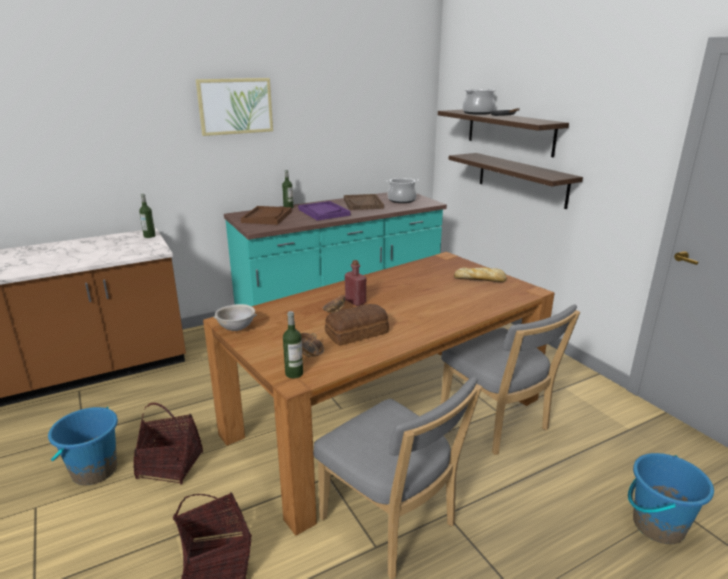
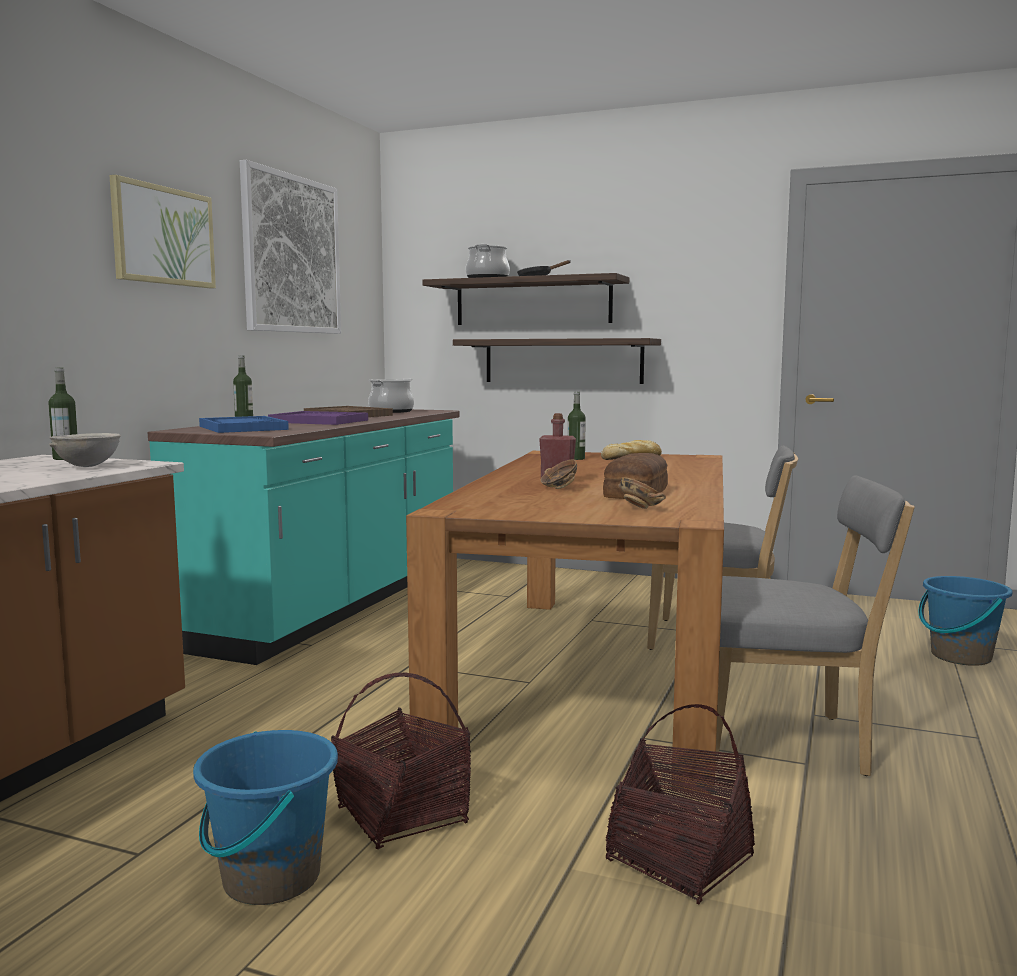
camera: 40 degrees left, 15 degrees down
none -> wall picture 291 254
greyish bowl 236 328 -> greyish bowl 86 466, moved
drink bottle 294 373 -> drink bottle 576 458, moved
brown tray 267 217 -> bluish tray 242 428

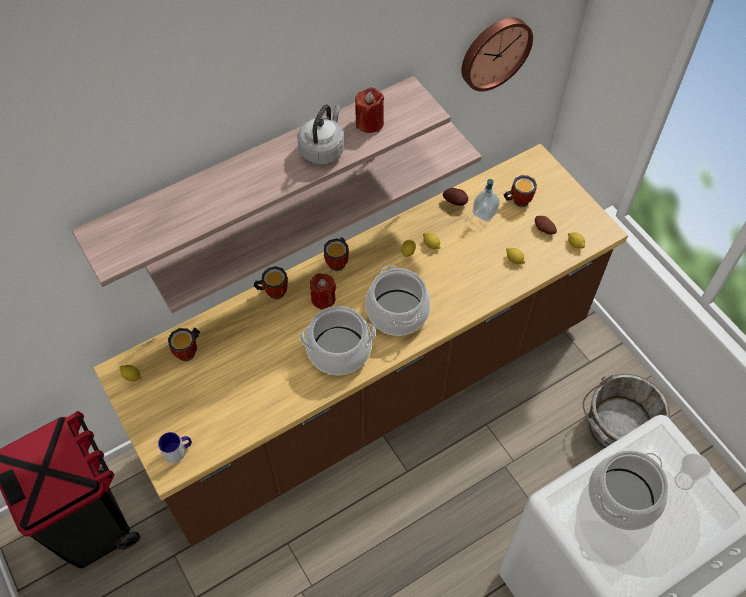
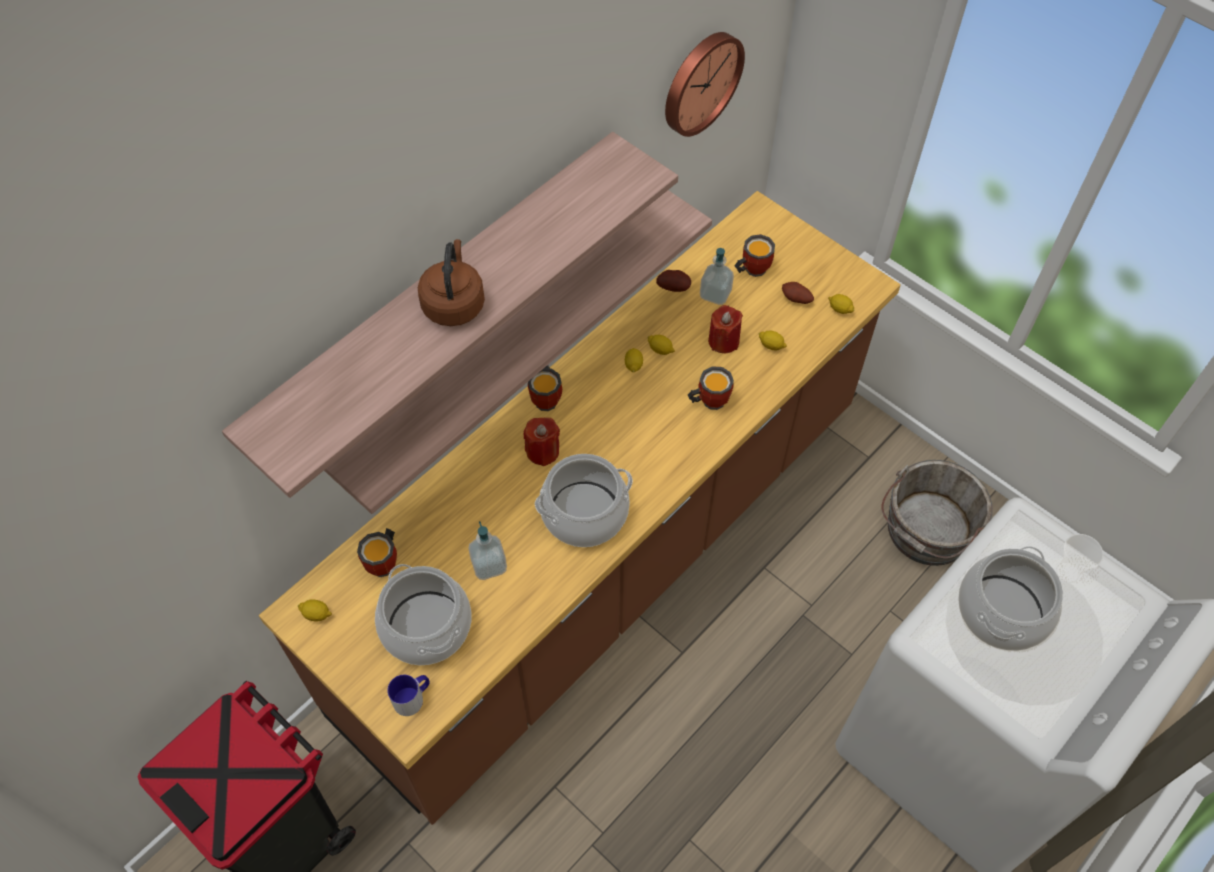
camera: 15 degrees left, 0 degrees up
greyish water kettle 323 149 -> none
none -> brown water kettle 454 303
none -> liquid soap bottle 489 565
tea mug 273 291 -> tea mug 708 400, moved
red wax candle 369 123 -> red wax candle 723 341, moved
saucepot 398 312 -> saucepot 427 626, moved

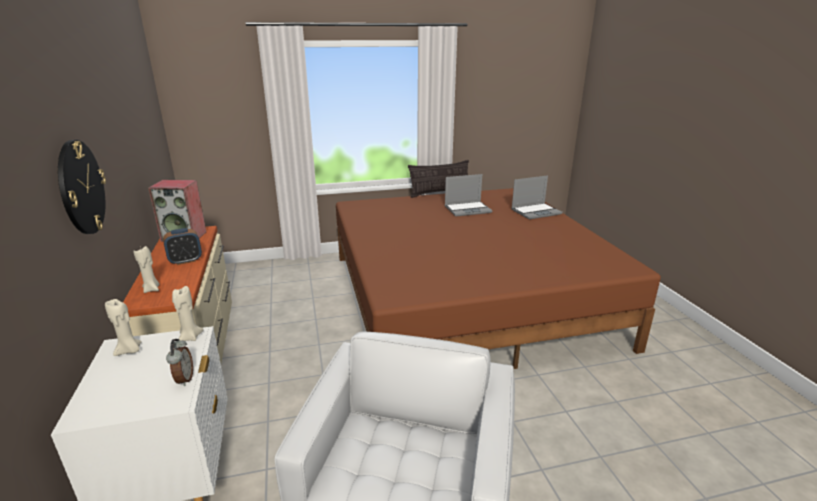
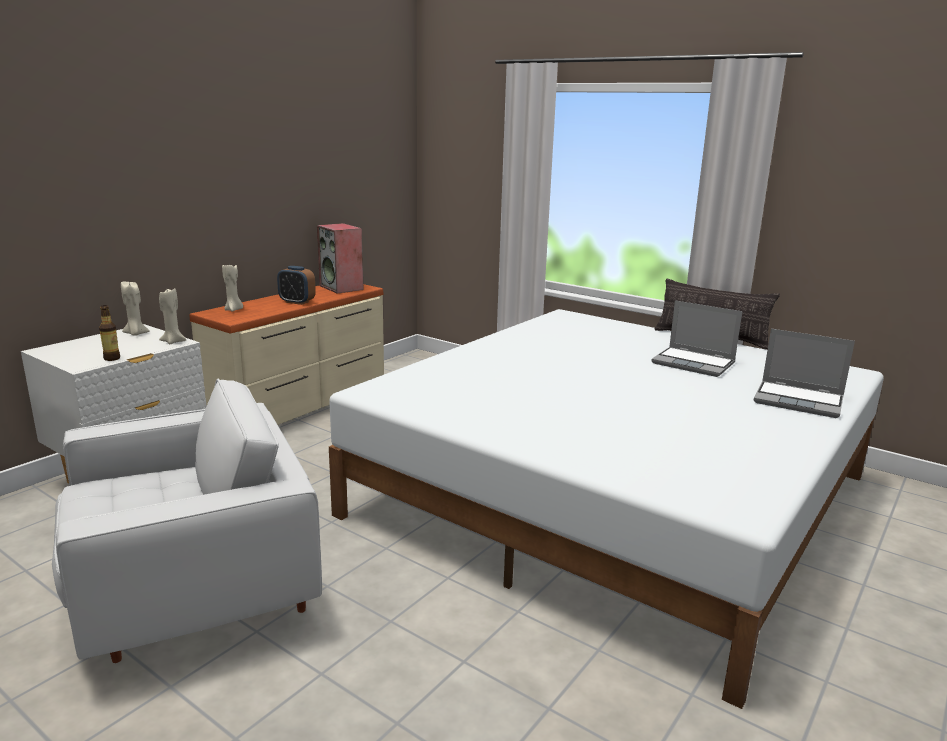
camera: 50 degrees right, 5 degrees down
wall clock 81 187 -> none
bedside clock 184 379 -> drink bottle 112 358
brown bed 466 298 -> white-coloured bed 614 496

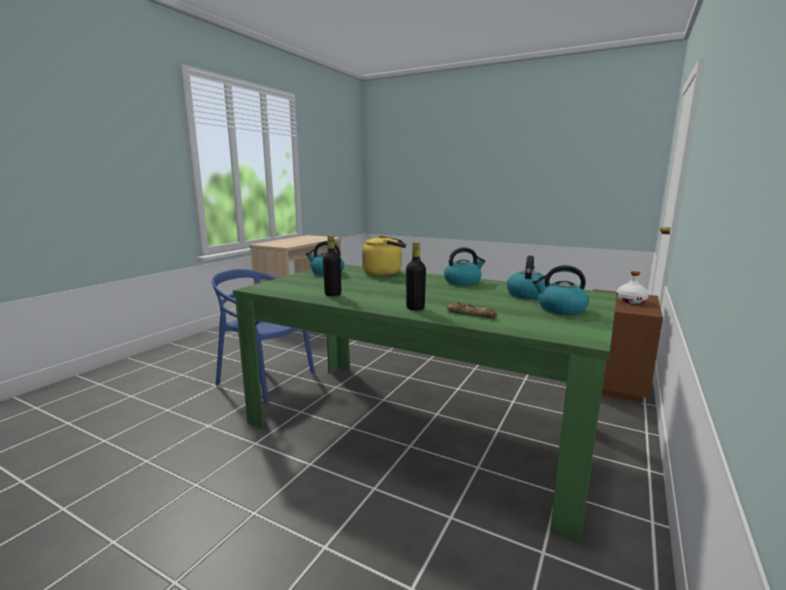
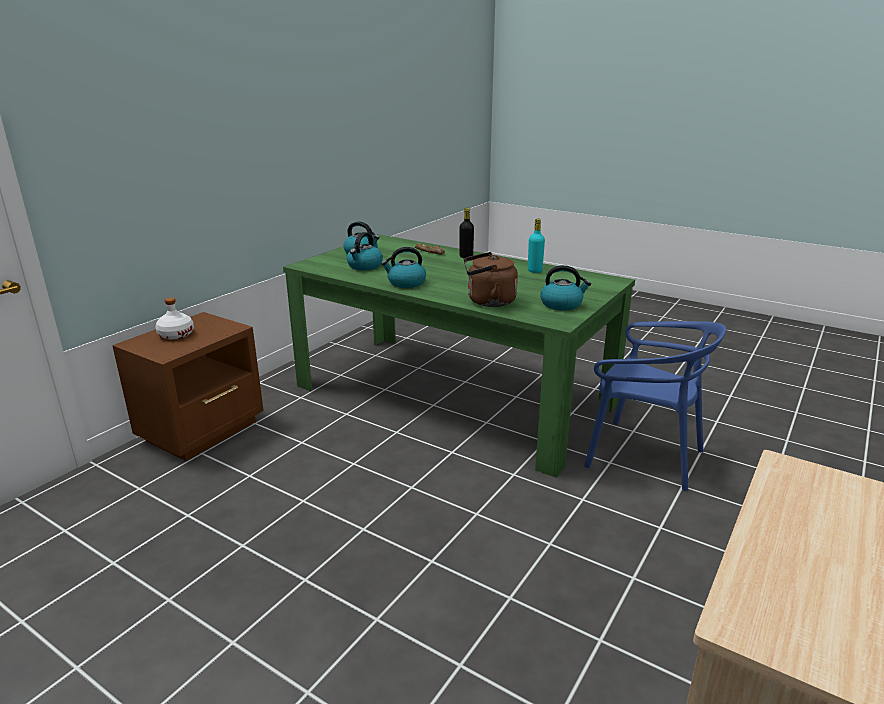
camera: 175 degrees left, 10 degrees up
black drink bottle 333 294 -> turquoise drink bottle 534 271
yellow-coloured water kettle 384 273 -> brown water kettle 488 301

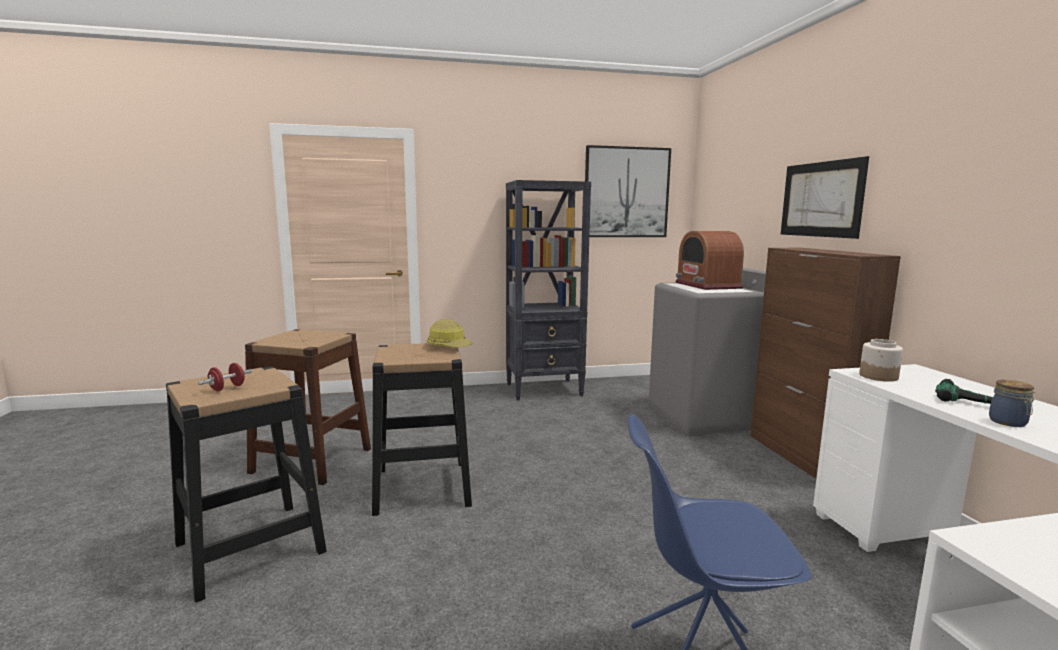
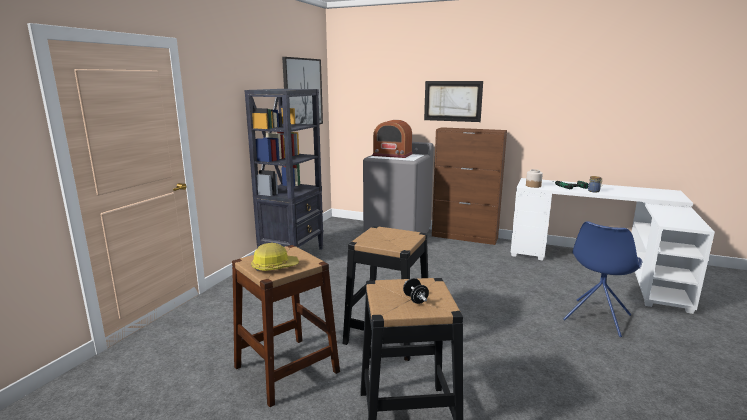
camera: 55 degrees left, 5 degrees up
work helmet 449 346 -> work helmet 274 267, moved
red free weight 227 388 -> black free weight 415 299

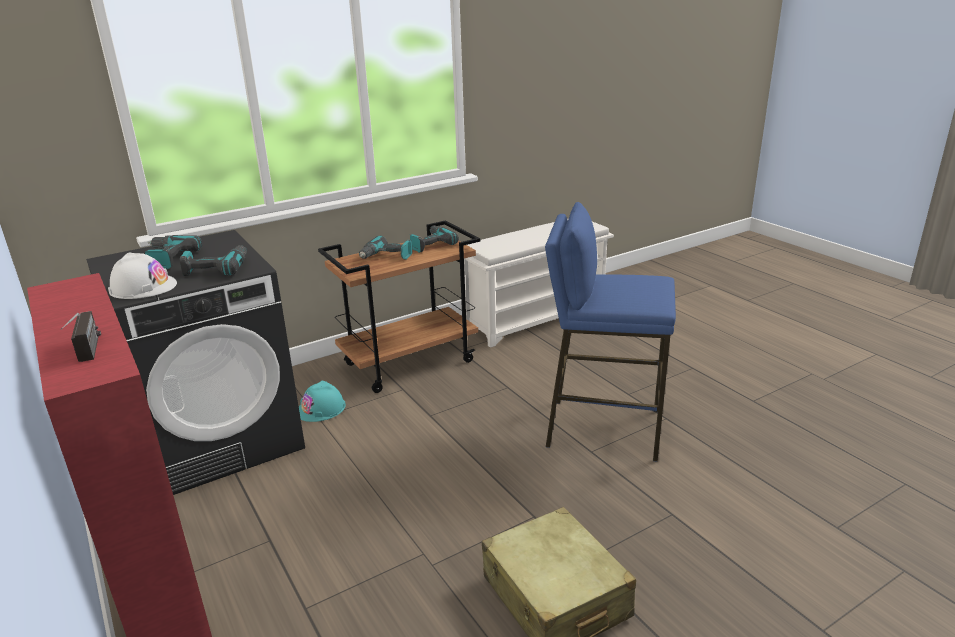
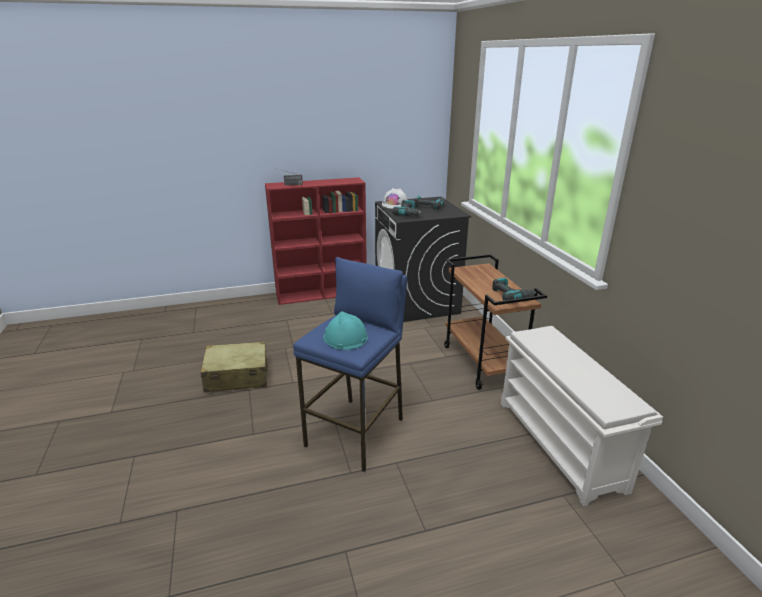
camera: 105 degrees right, 0 degrees up
power drill 386 257 -> none
turquoise work helmet 321 408 -> turquoise work helmet 345 337, moved

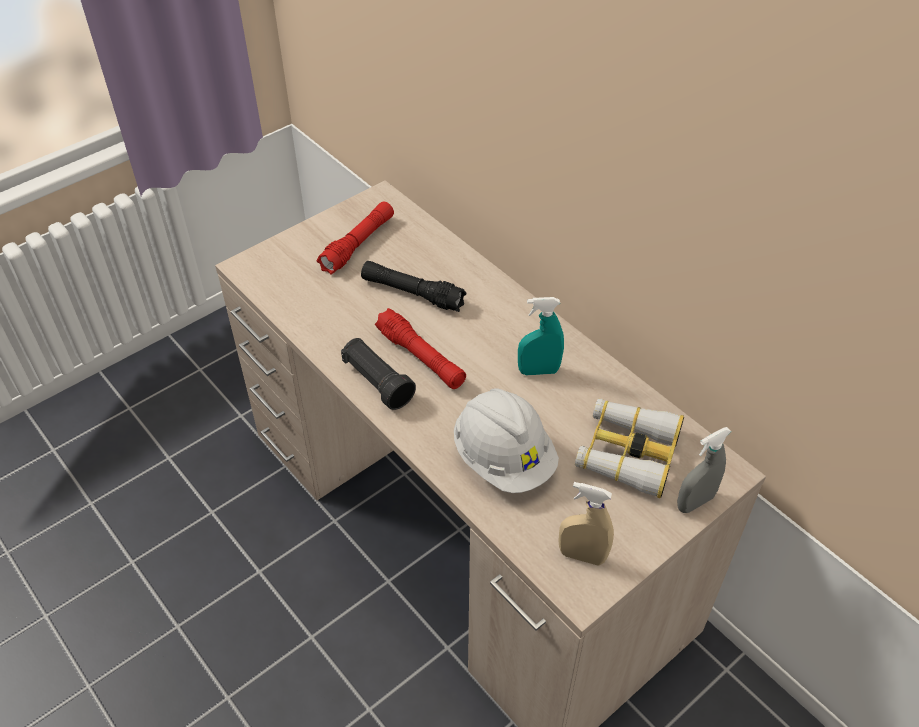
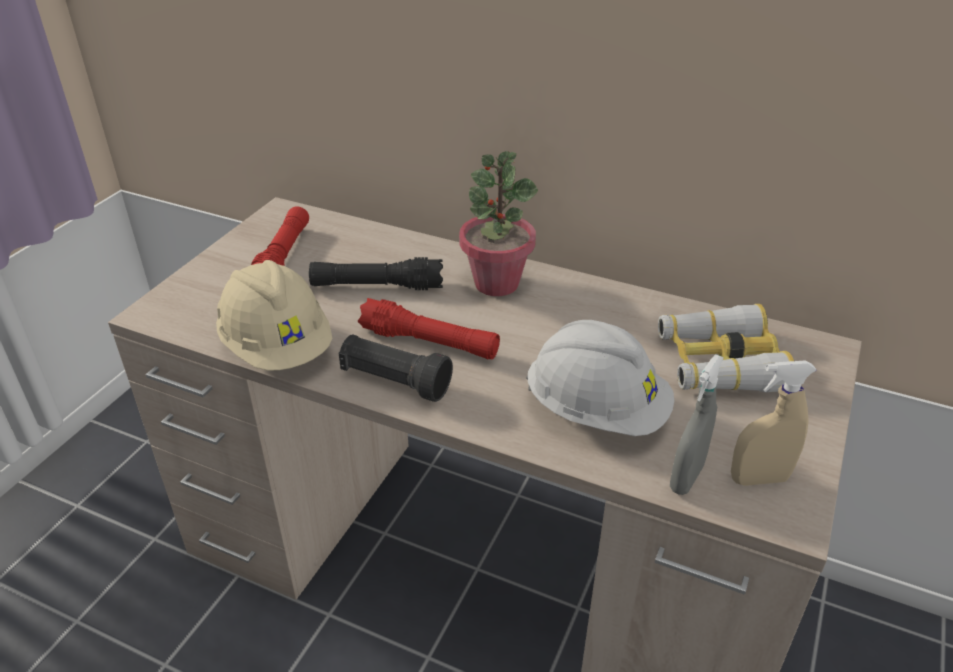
camera: 25 degrees left, 10 degrees down
turquoise sprayer 538 371 -> none
none -> sand-coloured work helmet 278 347
none -> houseplant 496 283
greyish sprayer 695 502 -> greyish sprayer 686 478, moved

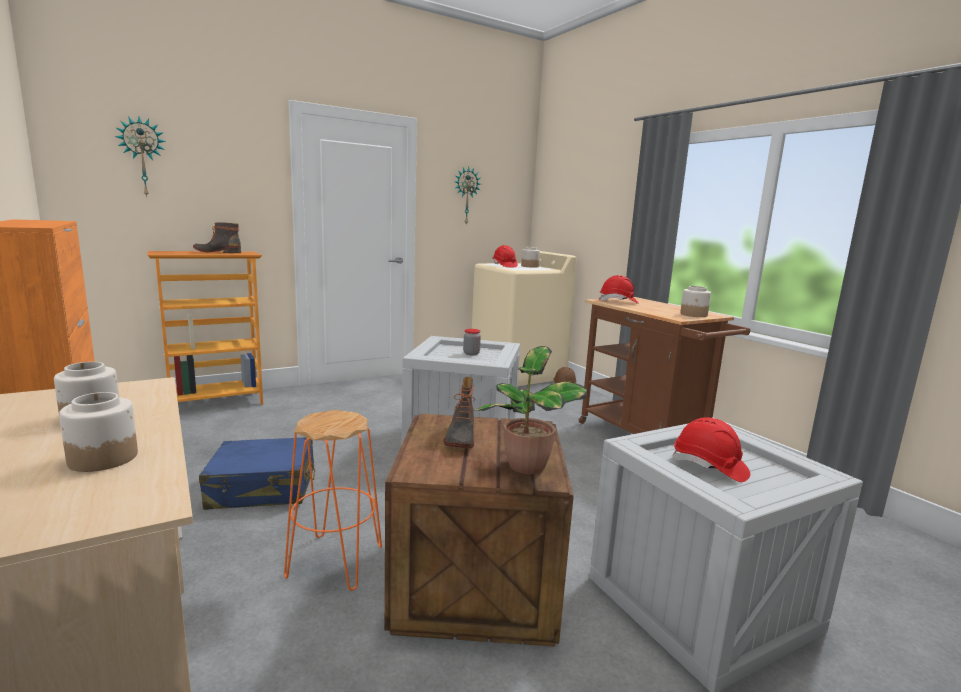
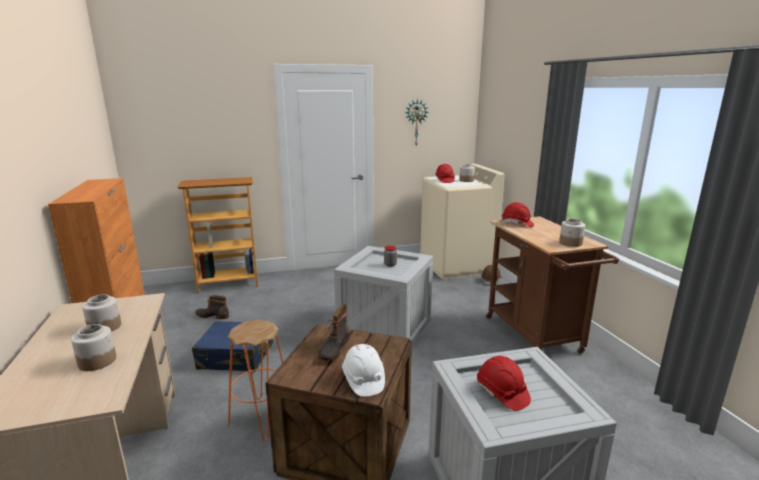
camera: 15 degrees right, 5 degrees up
wall clock 142 157 -> none
boot 218 252 -> boot 213 315, moved
houseplant 526 467 -> white-coloured work helmet 363 380

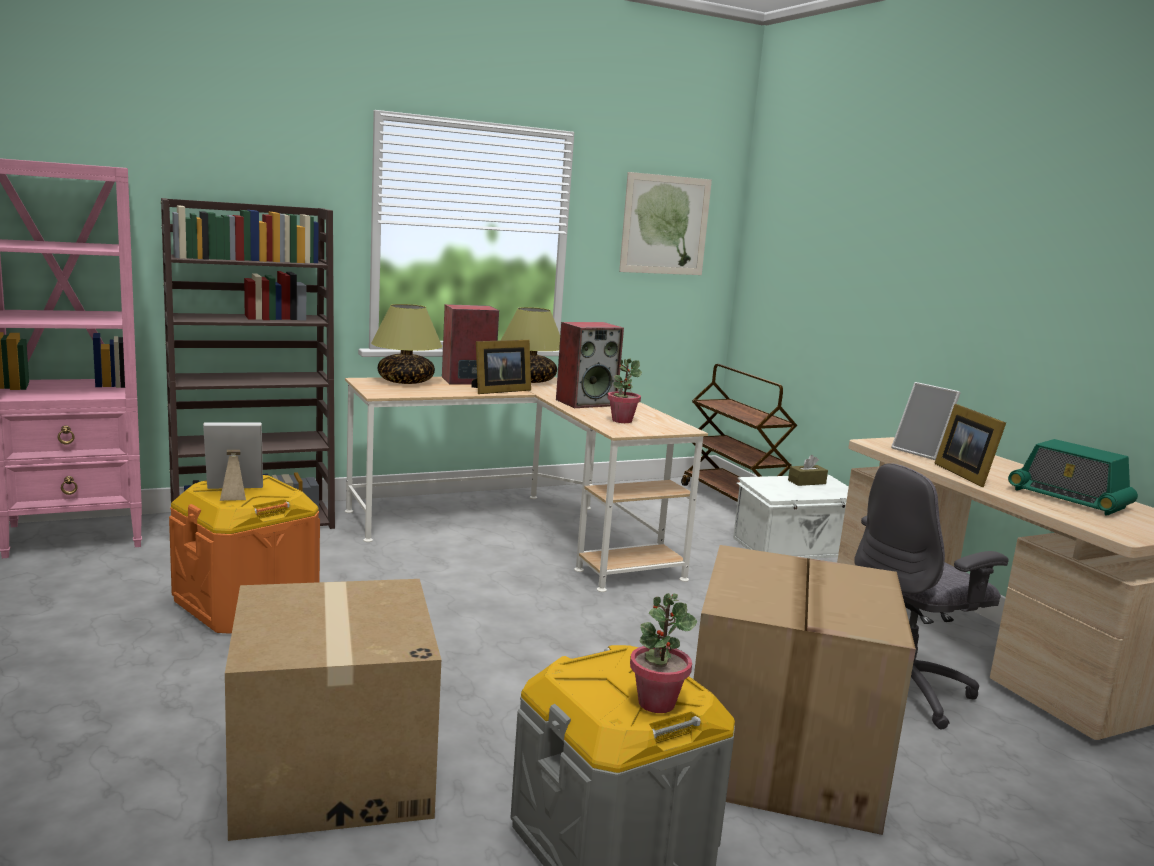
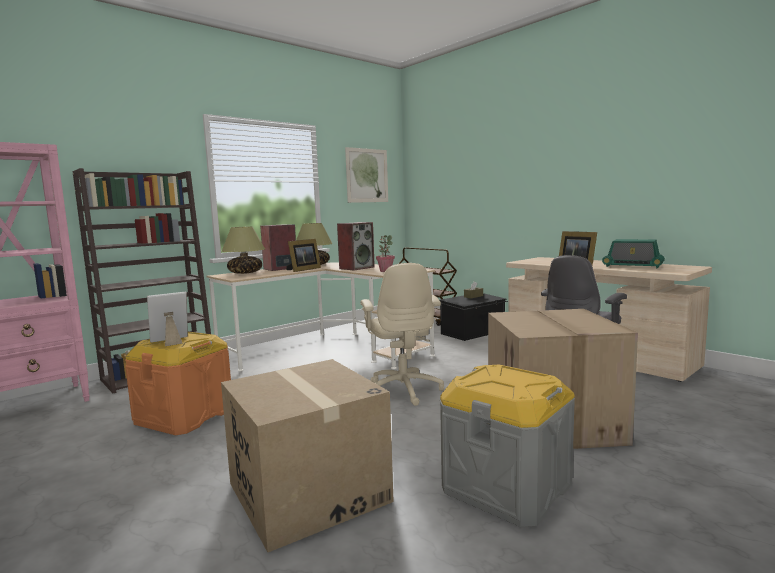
camera: 15 degrees left, 5 degrees down
houseplant 656 703 -> none
photo frame 922 452 -> none
none -> sand-coloured desk chair 403 390
white-coloured storage box 794 547 -> black storage box 473 332

